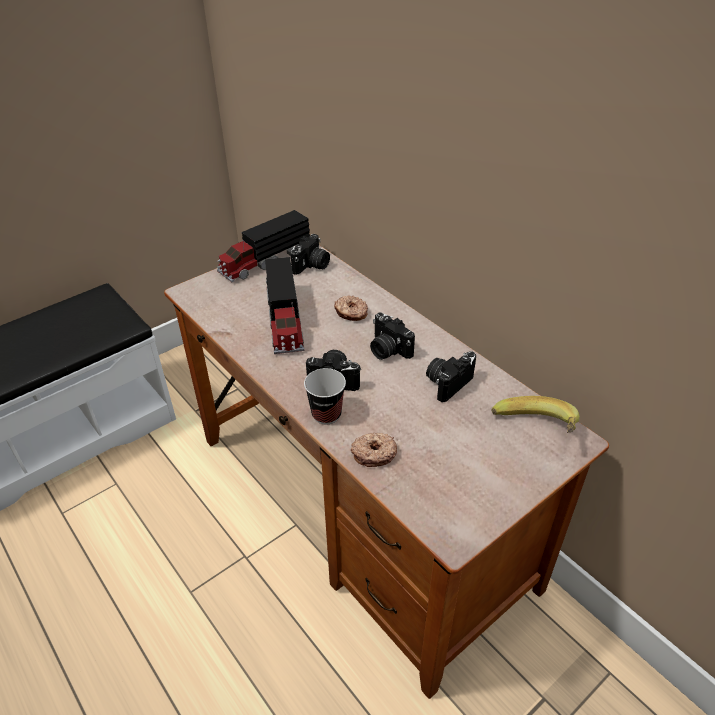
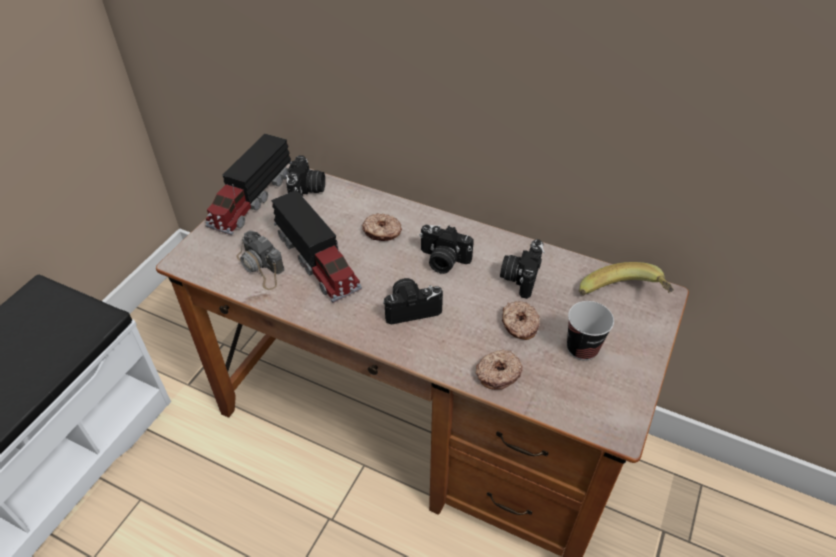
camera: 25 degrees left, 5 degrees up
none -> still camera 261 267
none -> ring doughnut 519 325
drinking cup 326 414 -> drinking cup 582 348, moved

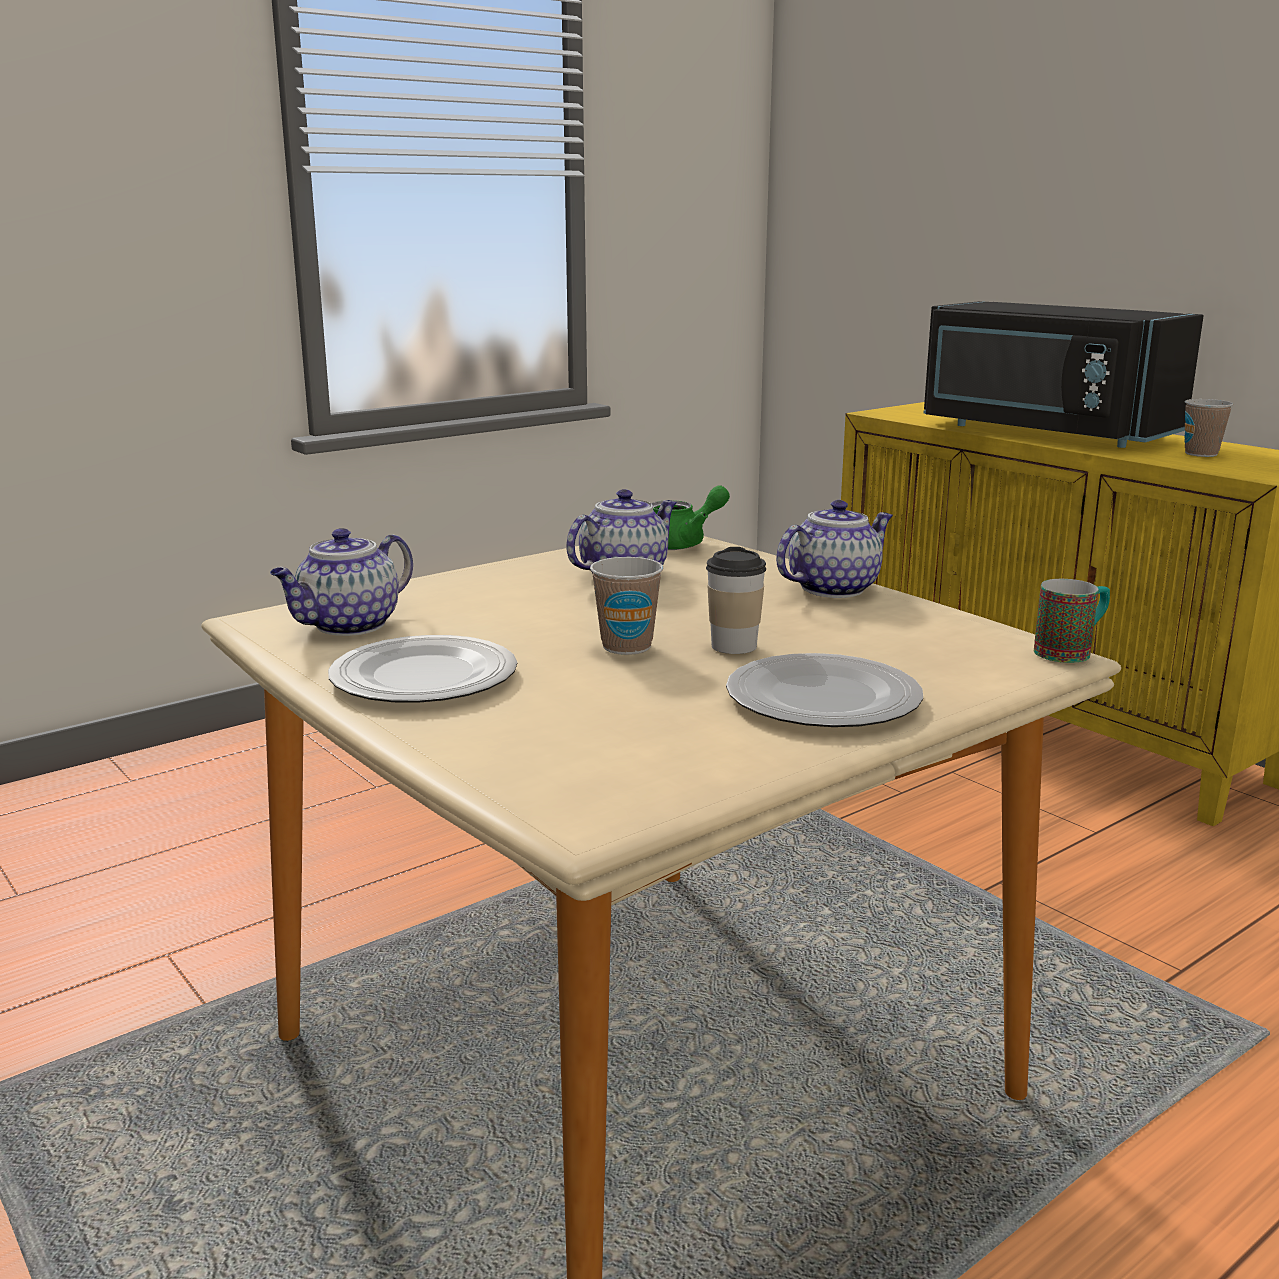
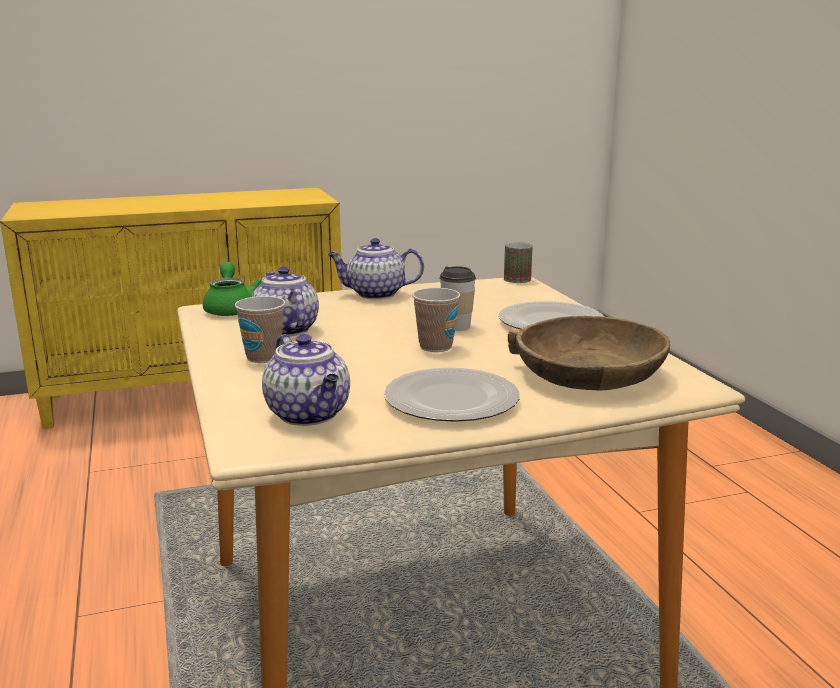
camera: 70 degrees left, 0 degrees up
black microwave 1043 432 -> none
none -> brown bowl 588 374
drinking cup 1201 454 -> drinking cup 263 357, moved
teapot 834 588 -> teapot 375 294, 75 degrees counterclockwise

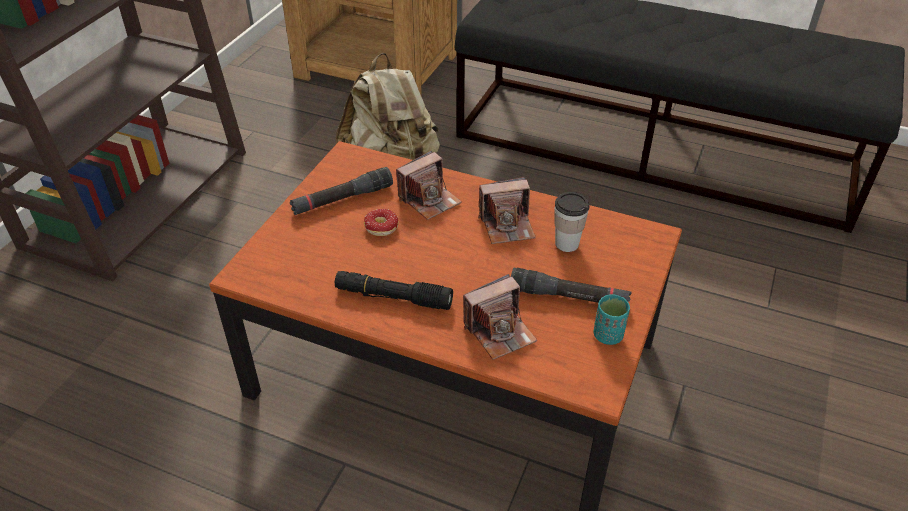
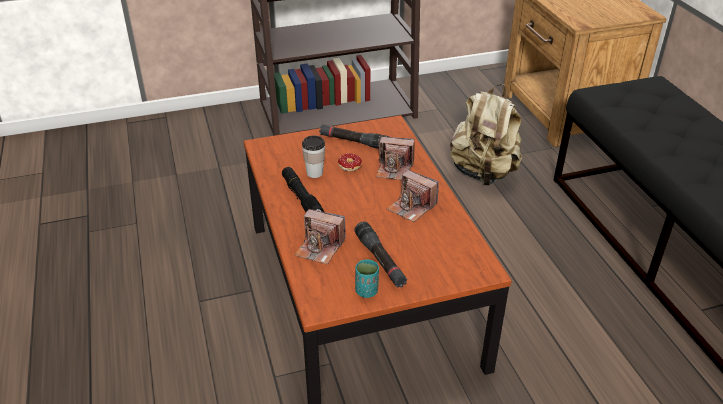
camera: 50 degrees right, 5 degrees down
drinking cup 567 244 -> drinking cup 314 173, moved

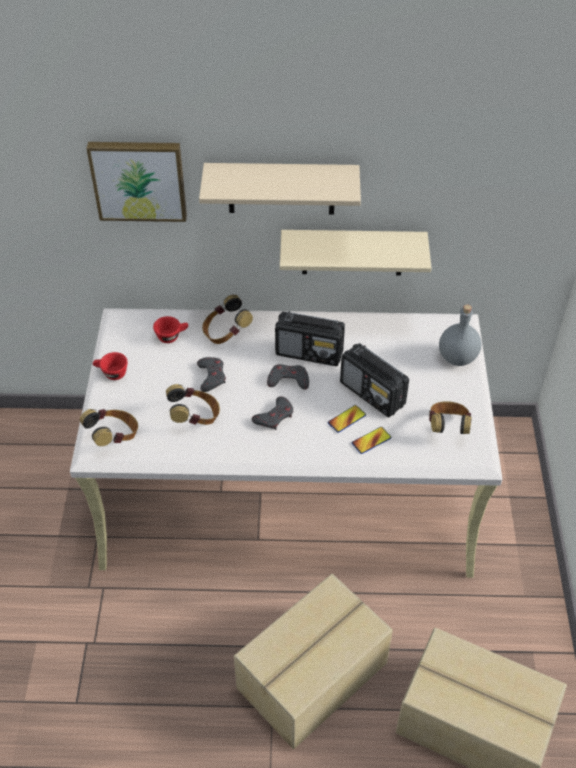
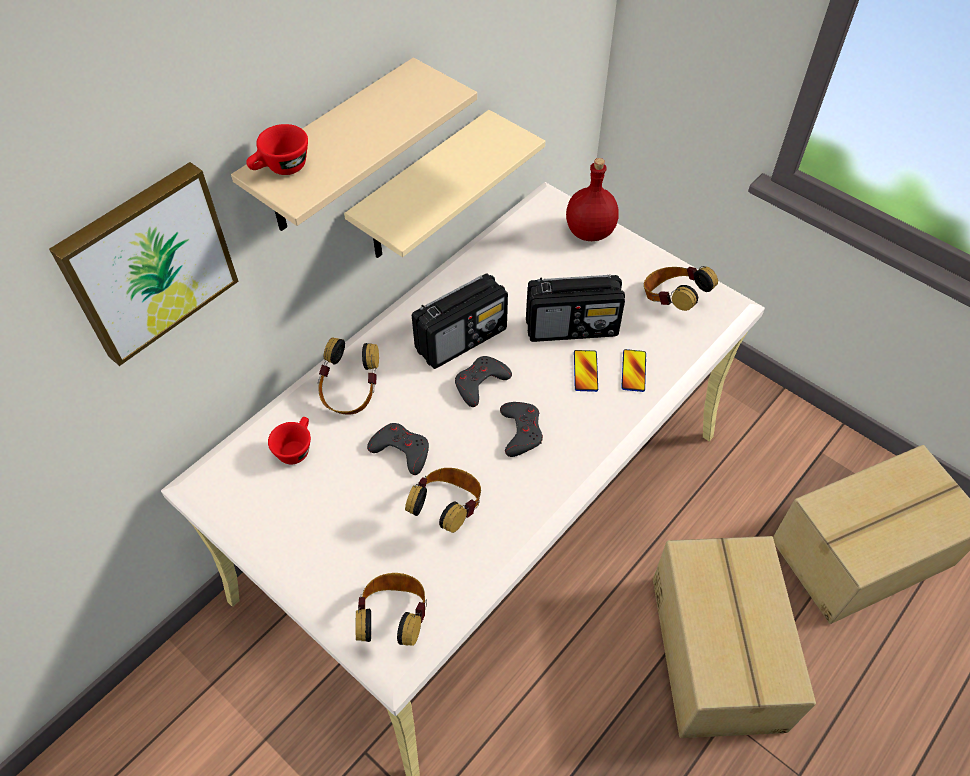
camera: 50 degrees left, 5 degrees up
red drinking cup 111 373 -> red drinking cup 281 169, moved
greyish drink bottle 457 358 -> red drink bottle 590 232

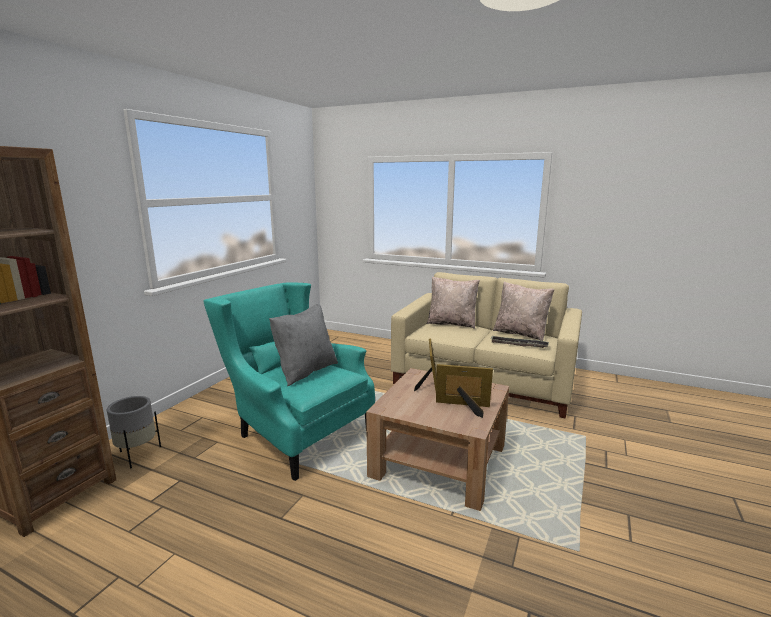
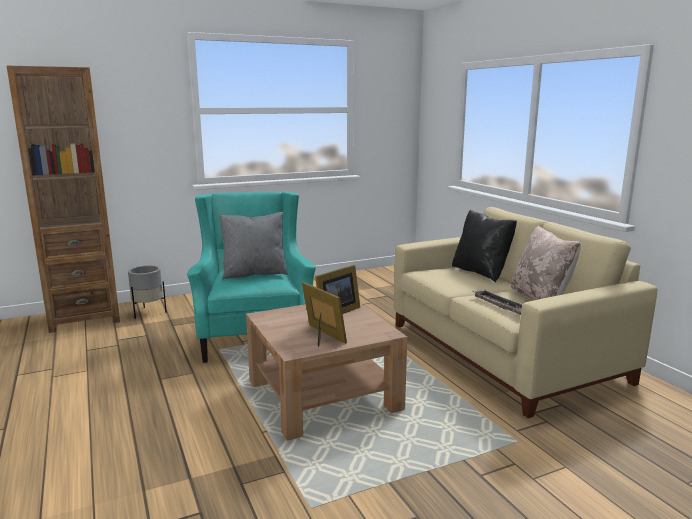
camera: 40 degrees right, 0 degrees up
sand-coloured pillow 452 323 -> black pillow 481 272

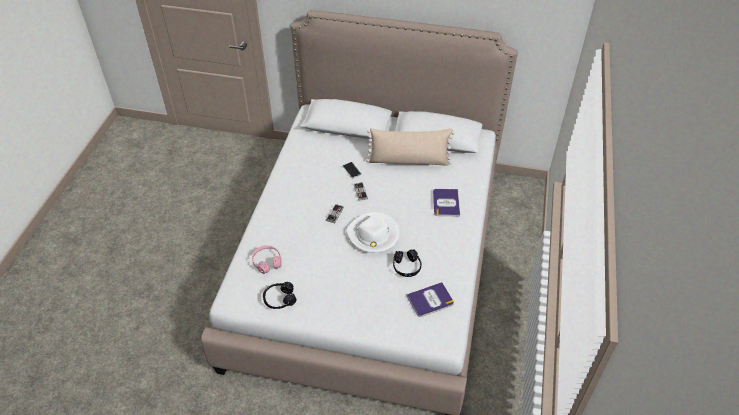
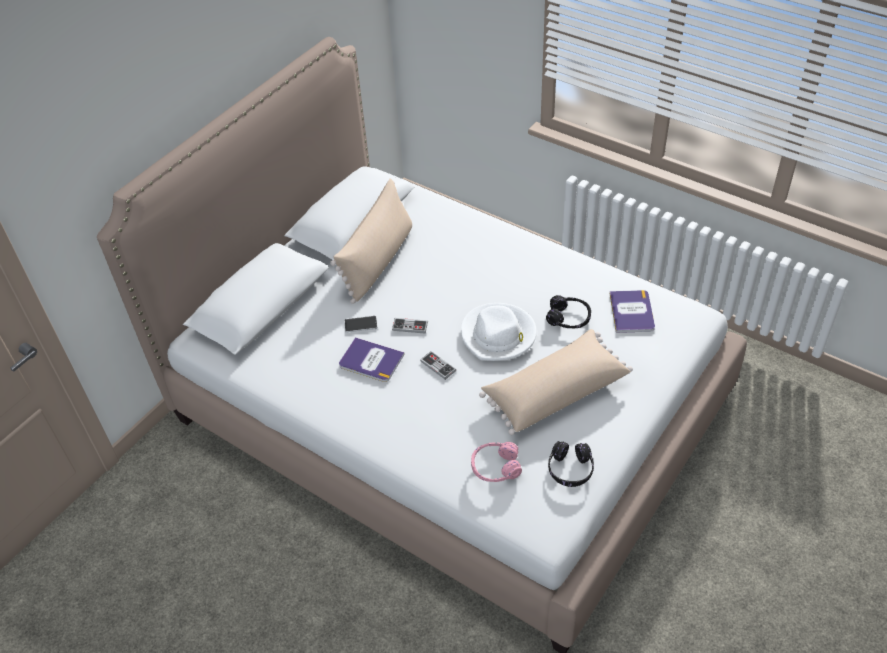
camera: 65 degrees left, 0 degrees up
none -> sand-coloured pillow 554 391
volume 446 203 -> volume 371 360, moved

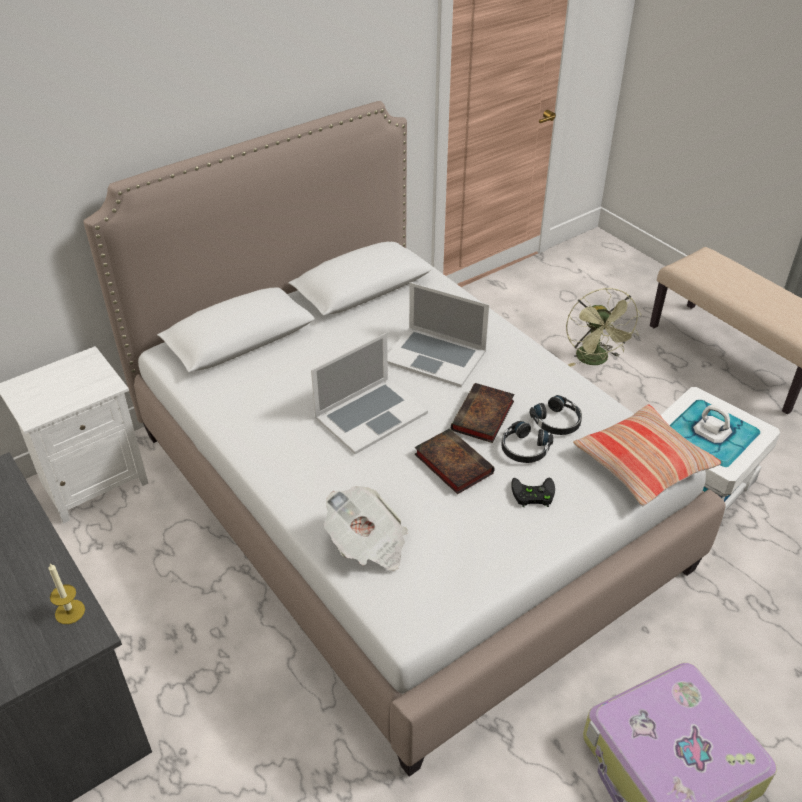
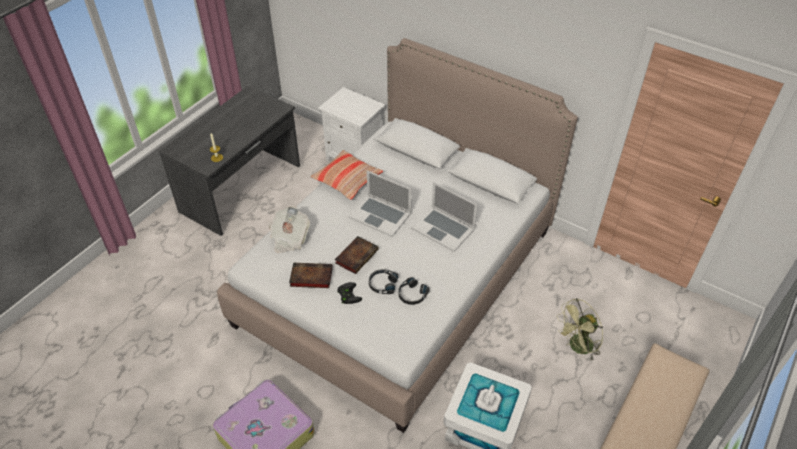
camera: 70 degrees right, 5 degrees up
volume 482 417 -> volume 310 277, moved
pillow 643 464 -> pillow 347 180, moved
portable computer 435 356 -> portable computer 443 228, 60 degrees counterclockwise

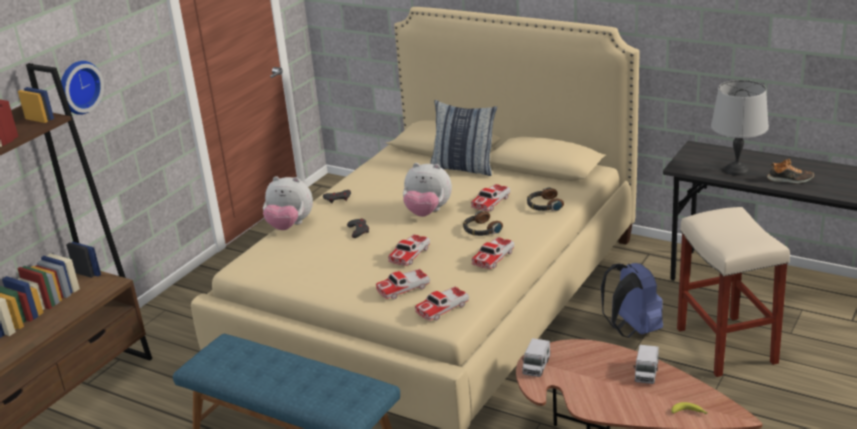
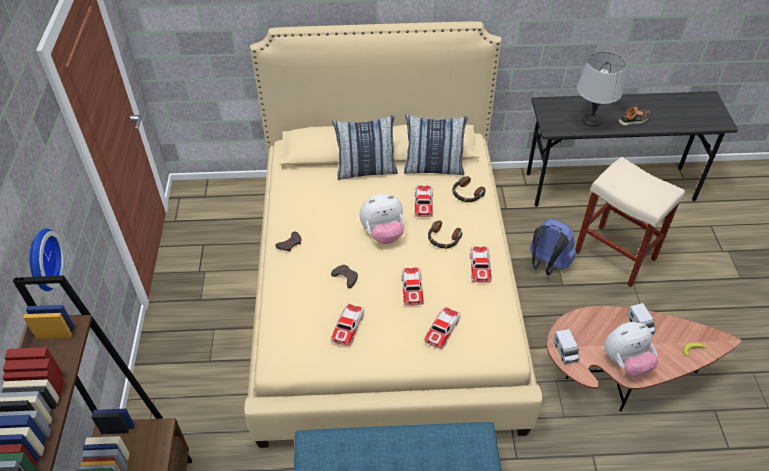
camera: 35 degrees left, 20 degrees up
none -> pillow 434 168
soft toy 290 226 -> soft toy 625 362, moved
miniature car 442 309 -> miniature car 348 327, moved

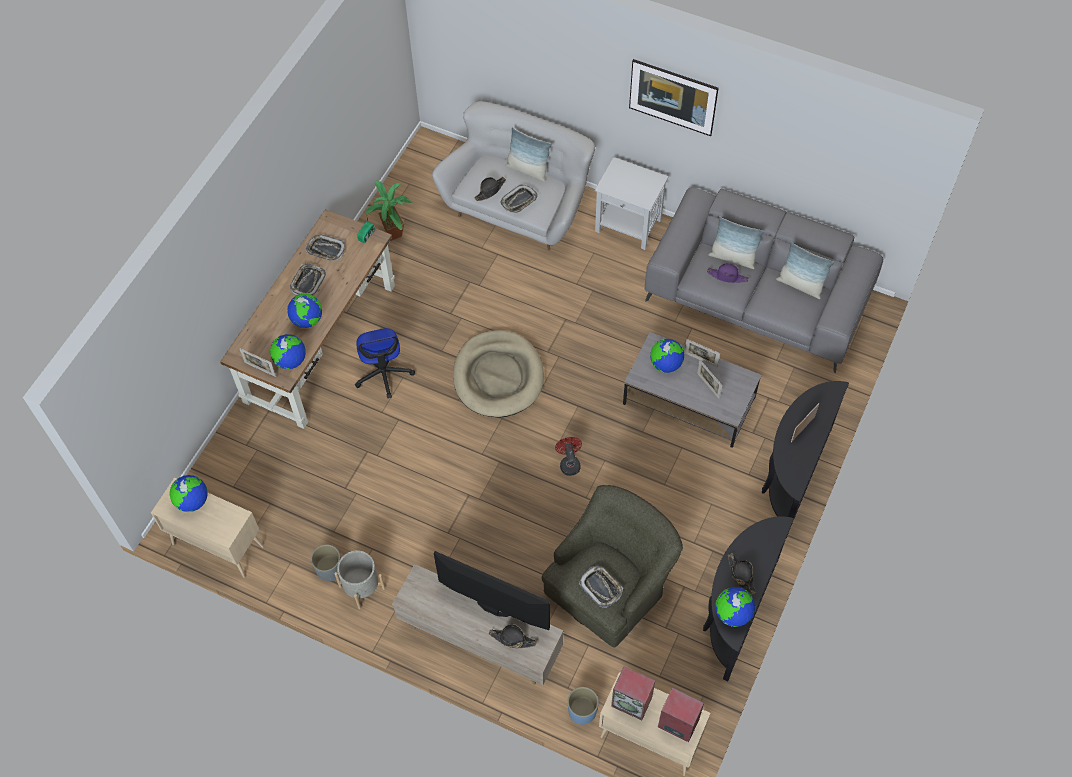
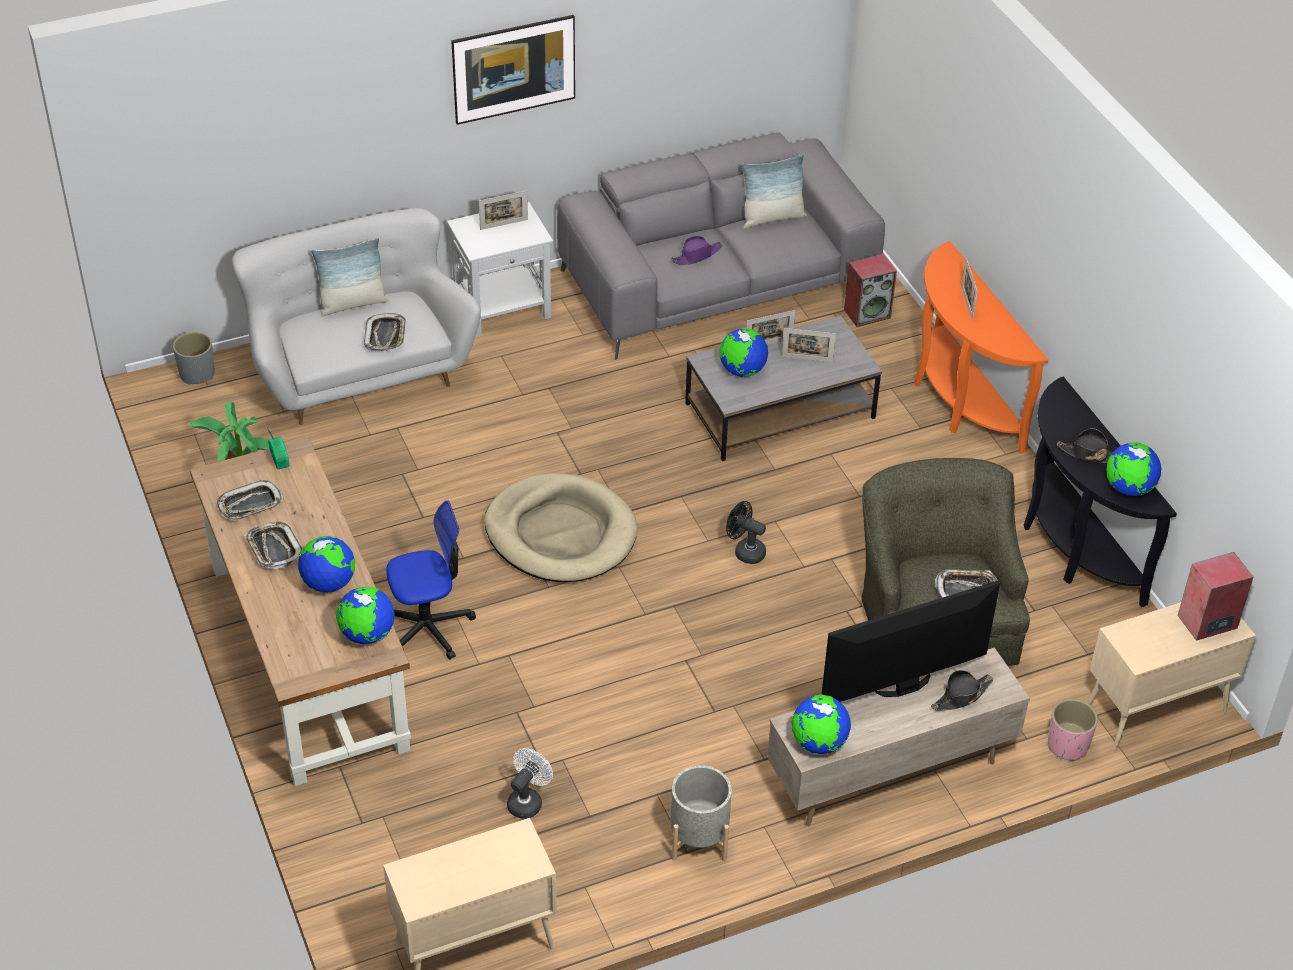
camera: 50 degrees left, 15 degrees down
black clothing hat 490 190 -> none
pillow 733 258 -> none
none -> white-coloured cooling fan 527 801
globe 192 501 -> globe 818 743, moved
photo frame 260 369 -> photo frame 504 224, moved
greyish flower pot 329 569 -> greyish flower pot 197 373, moved
speaker 632 701 -> speaker 867 313, moved
red cooling fan 569 463 -> black cooling fan 745 551
bluish flower pot 582 711 -> pinkish flower pot 1068 745
black console table 791 476 -> orangey console table 958 400
desk chair 384 373 -> desk chair 428 627, 45 degrees counterclockwise

